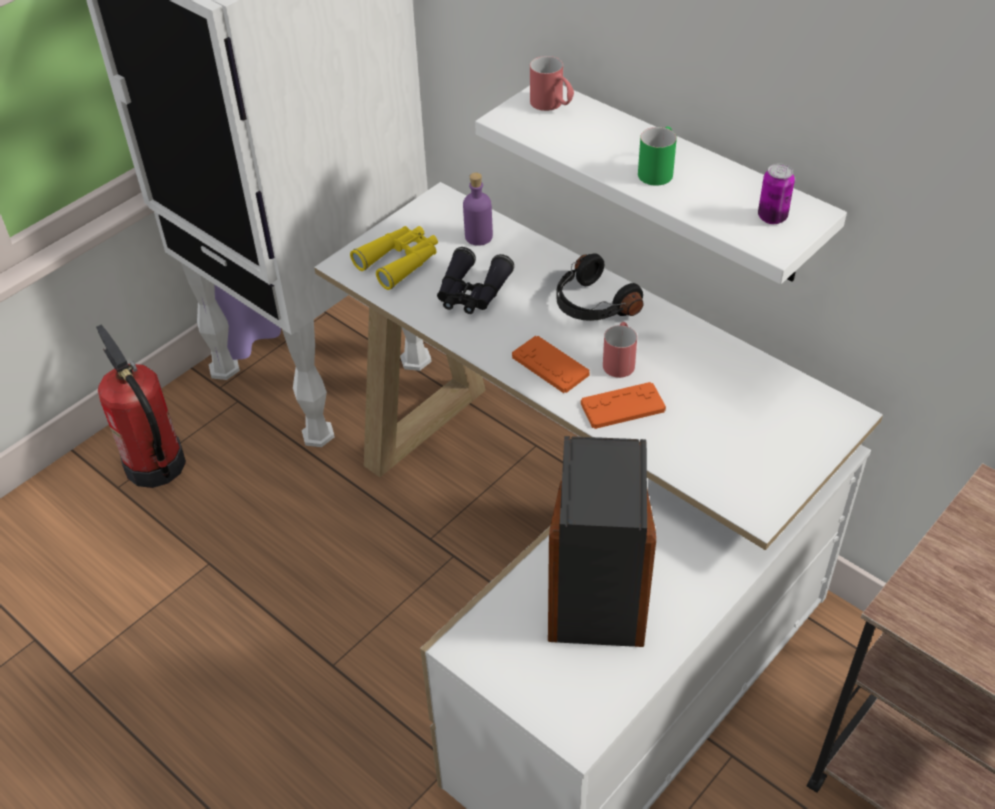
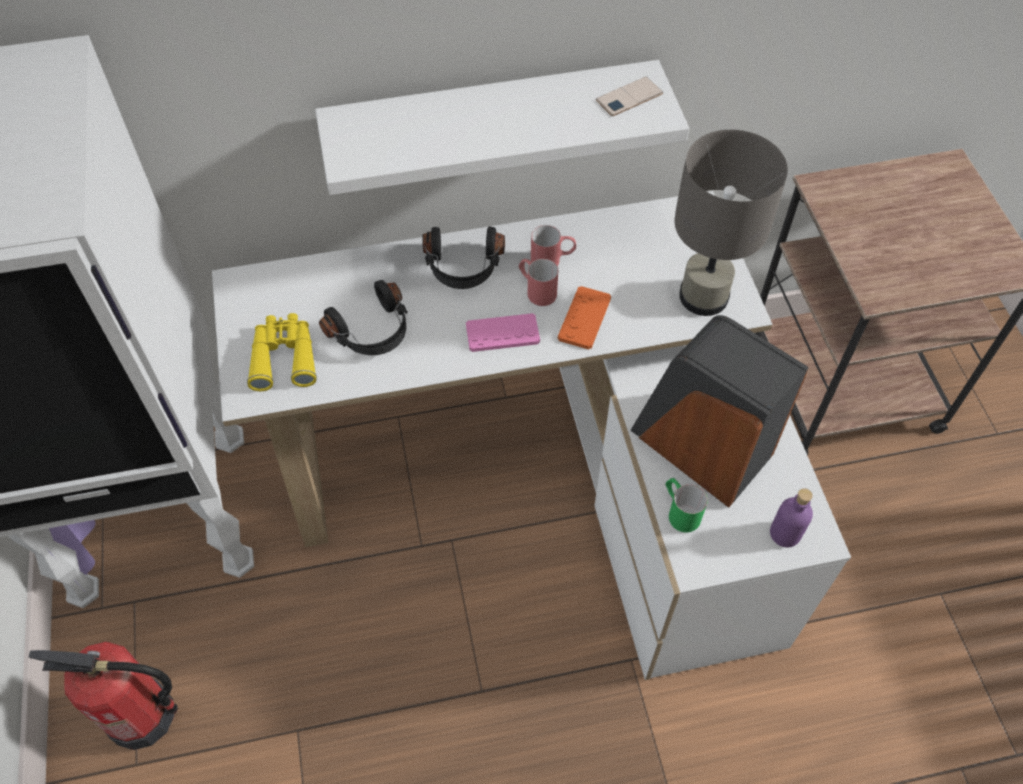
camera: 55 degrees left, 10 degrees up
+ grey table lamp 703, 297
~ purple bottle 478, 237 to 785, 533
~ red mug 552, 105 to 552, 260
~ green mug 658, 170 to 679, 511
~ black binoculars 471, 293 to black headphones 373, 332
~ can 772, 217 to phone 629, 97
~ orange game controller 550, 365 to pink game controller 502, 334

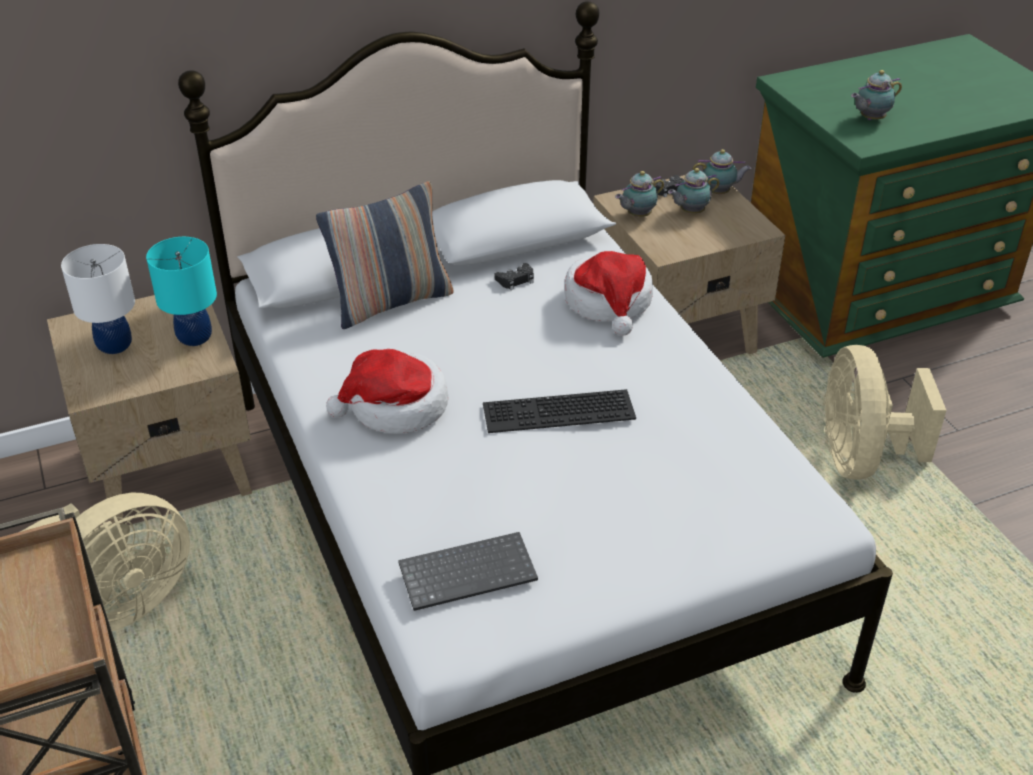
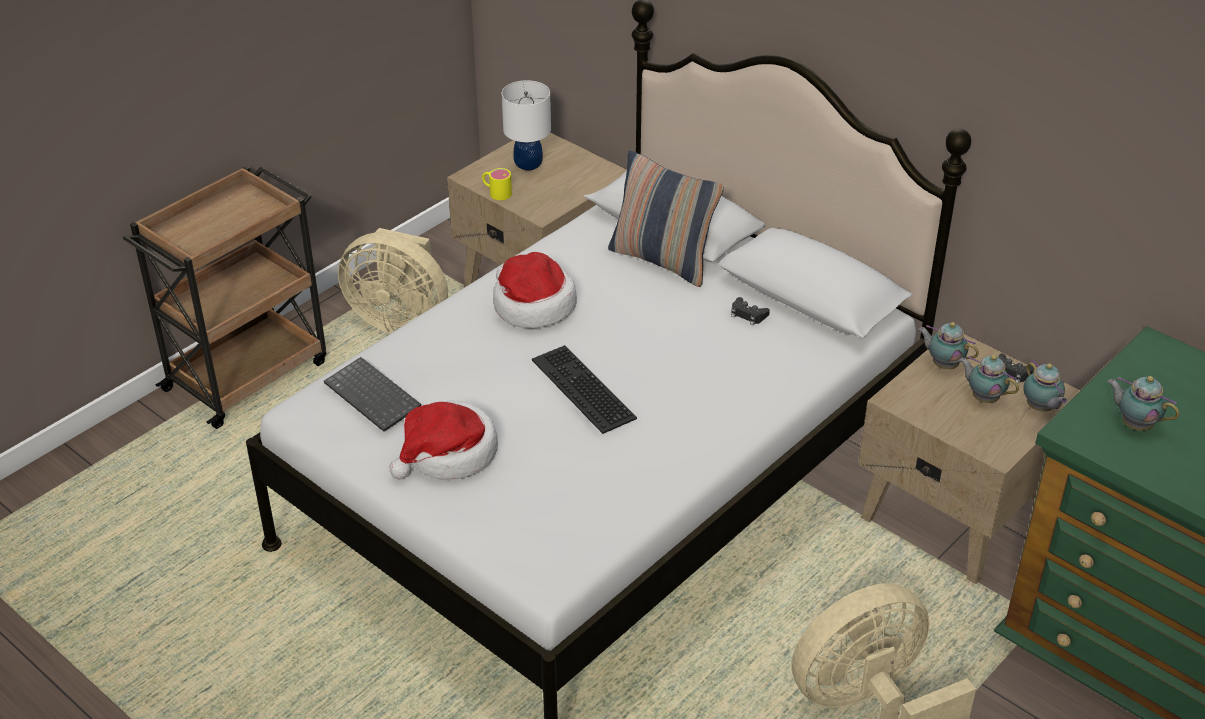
camera: 65 degrees right, 0 degrees up
- turquoise table lamp 194, 339
+ yellow mug 496, 192
~ hat 609, 302 to 448, 454

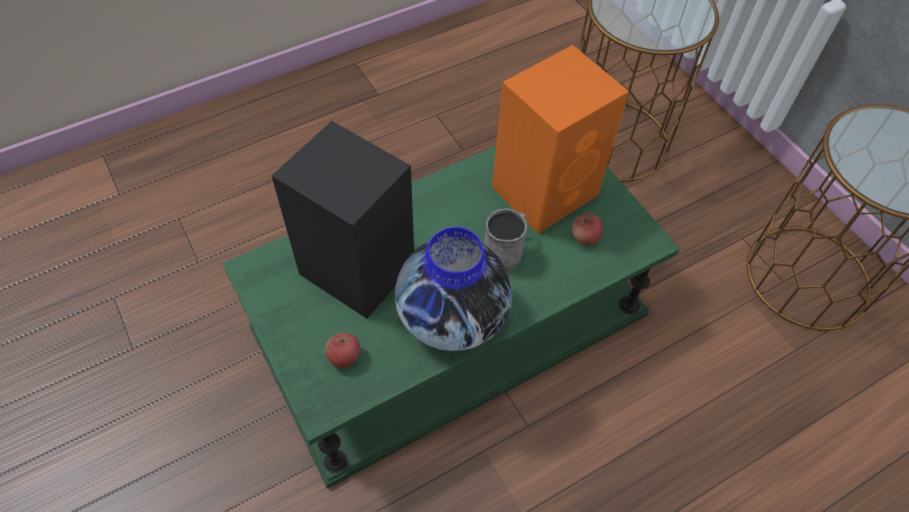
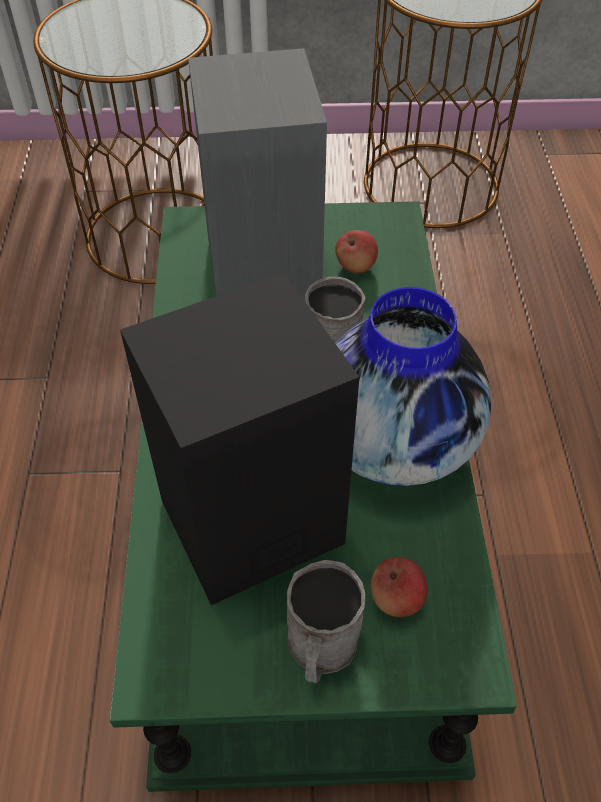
camera: 60 degrees left, 5 degrees down
+ grey mug 321, 649
~ orange speaker 546, 190 to grey speaker 262, 268

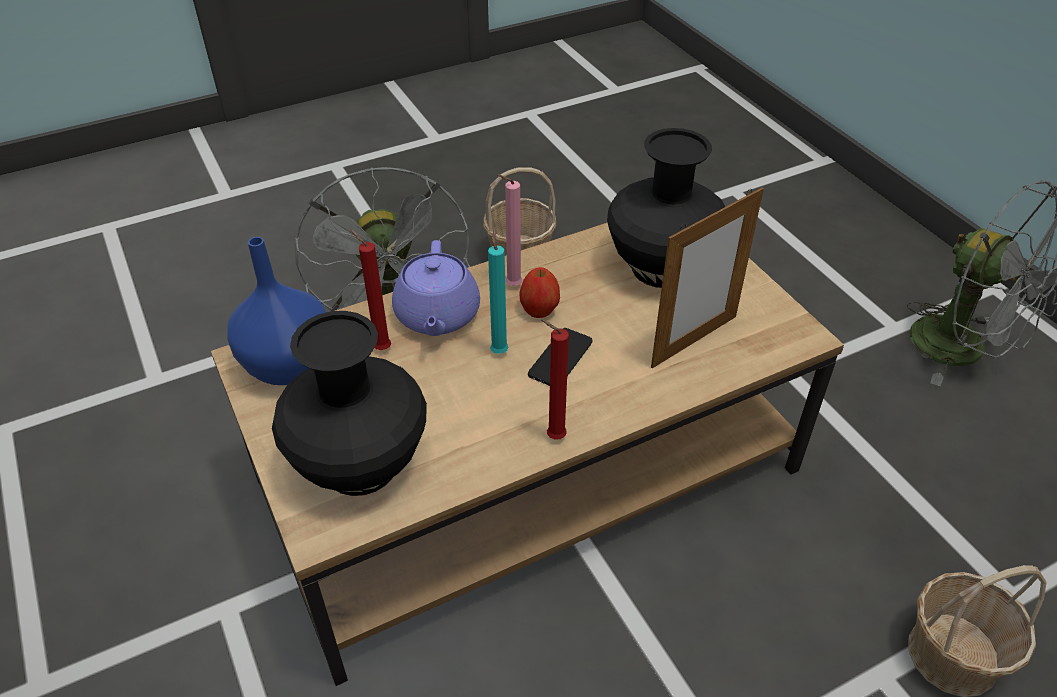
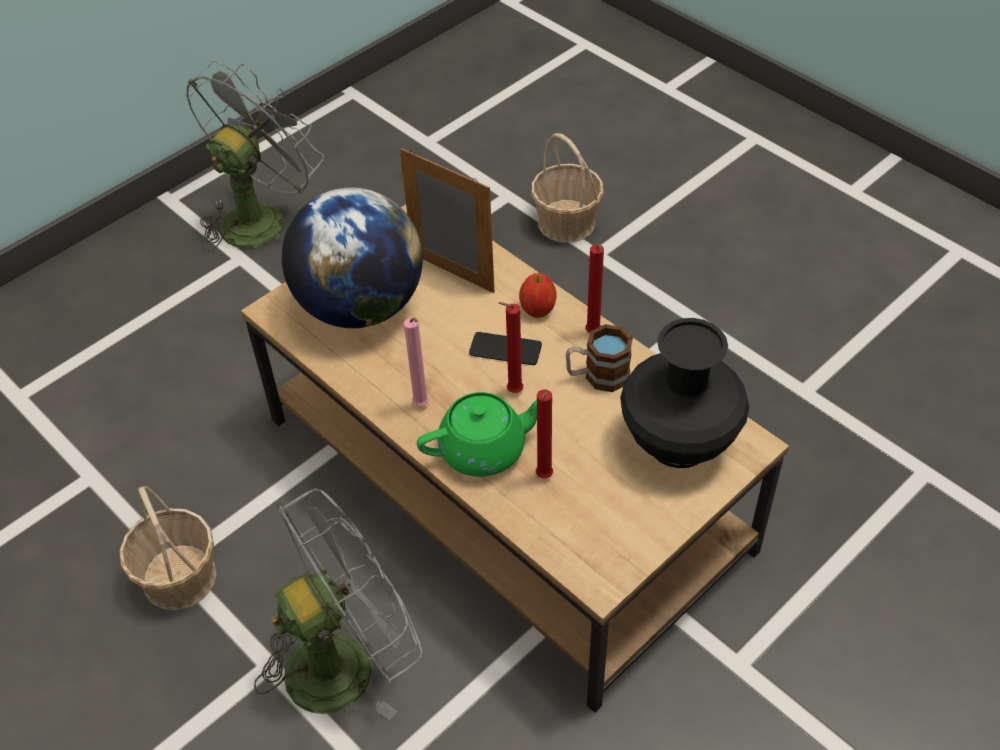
camera: 105 degrees left, 5 degrees up
- blue vase 286, 366
+ mug 597, 376
~ apple 539, 310 to 538, 309
~ black vase 662, 267 to globe 360, 307
~ purple teapot 437, 316 to green teapot 484, 449
~ turquoise candle 499, 350 to red candle 512, 391

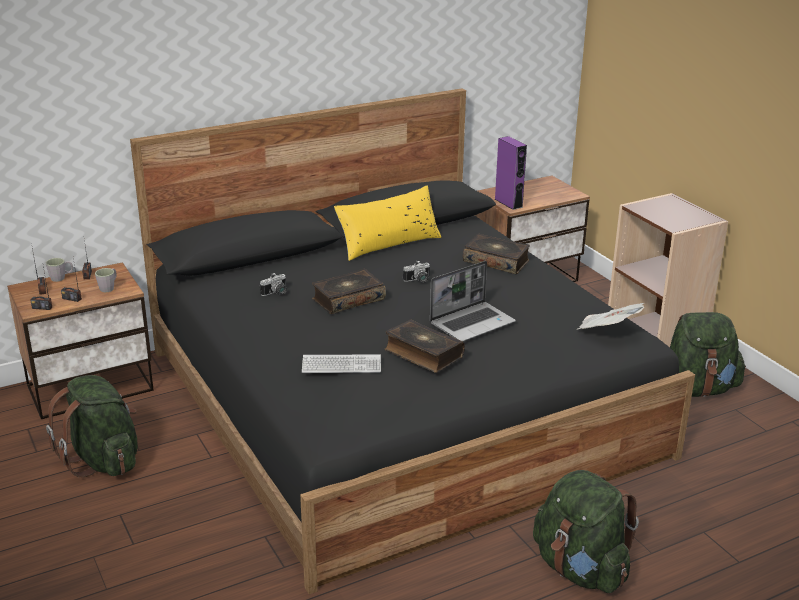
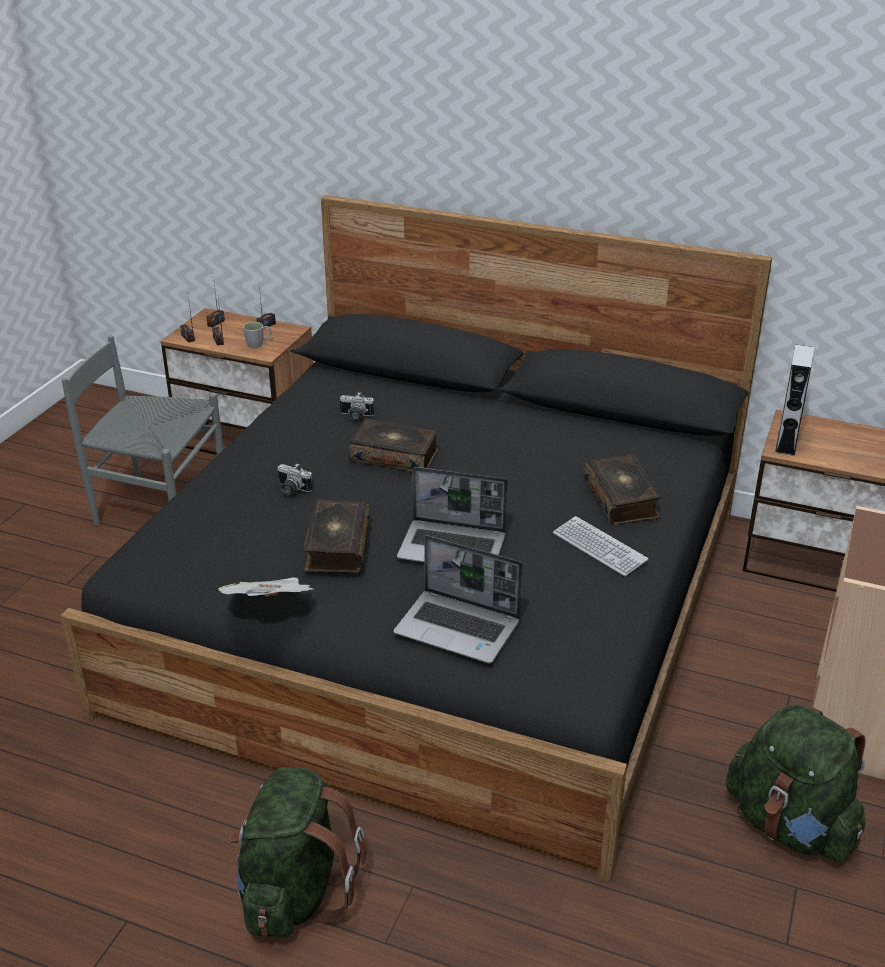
camera: 50 degrees right, 5 degrees up
- grey mug 61, 278
- yellow pillow 389, 244
+ laptop 459, 628
~ keyboard 341, 365 to 599, 547
~ photo camera 418, 280 to 291, 490
~ newspaper 607, 331 to 271, 606
~ green backpack 103, 460 to grey chair 158, 505
~ purple speaker 508, 203 to grey speaker 786, 442

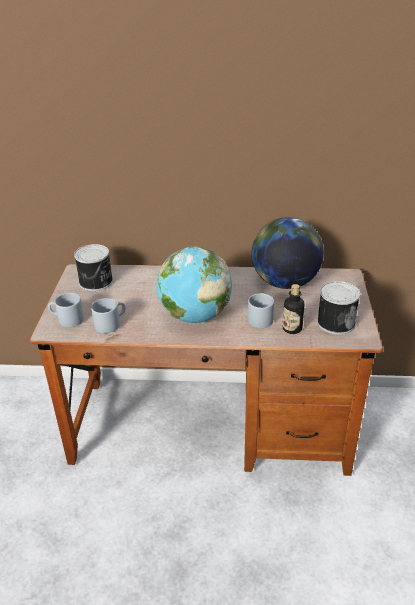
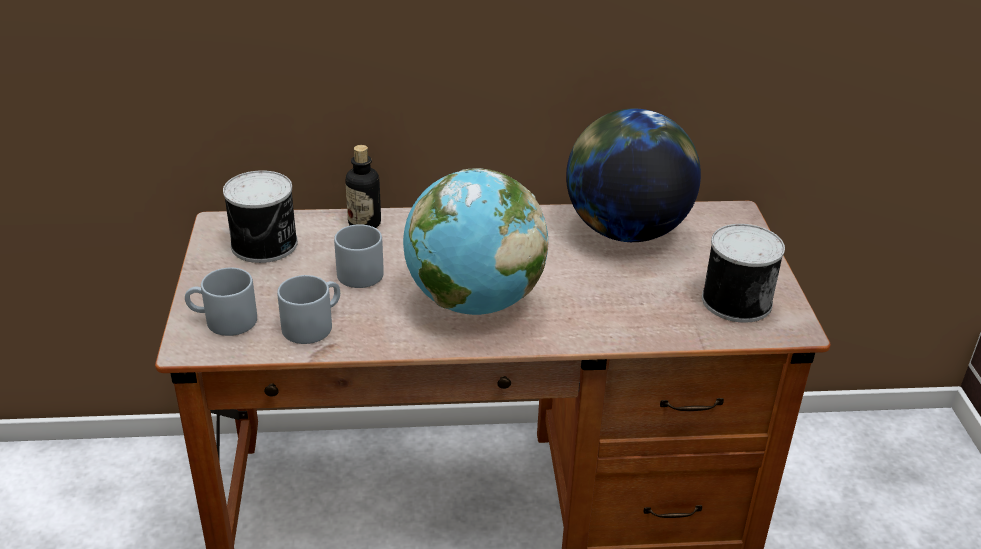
camera: 10 degrees left, 0 degrees up
~ grey mug 259, 318 to 359, 269
~ bottle 292, 328 to 364, 223

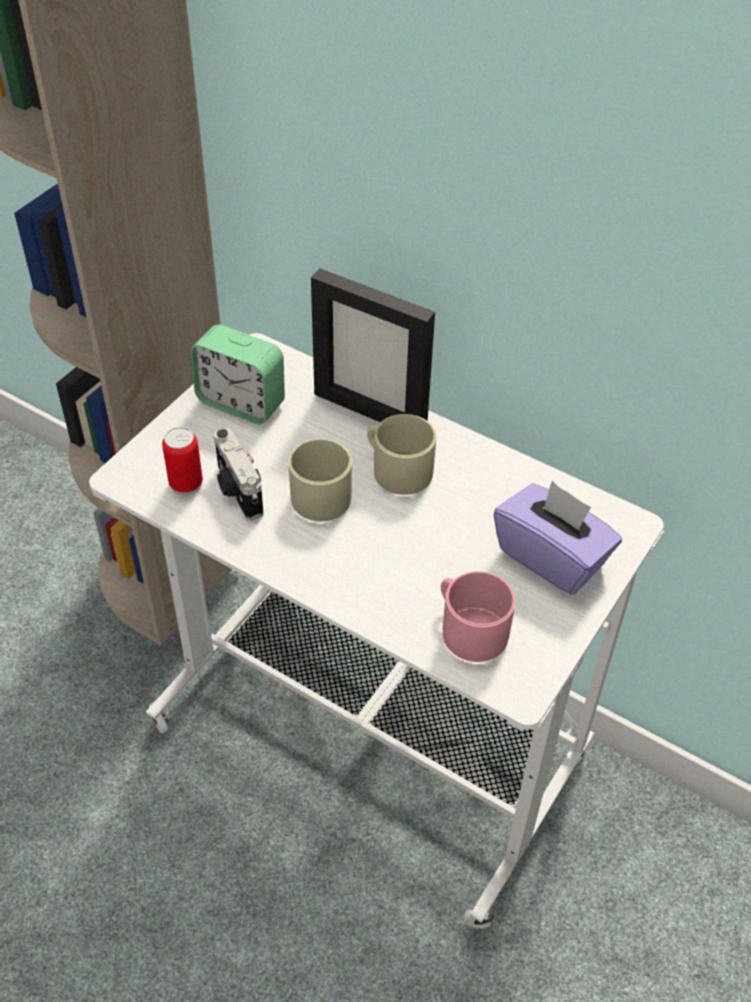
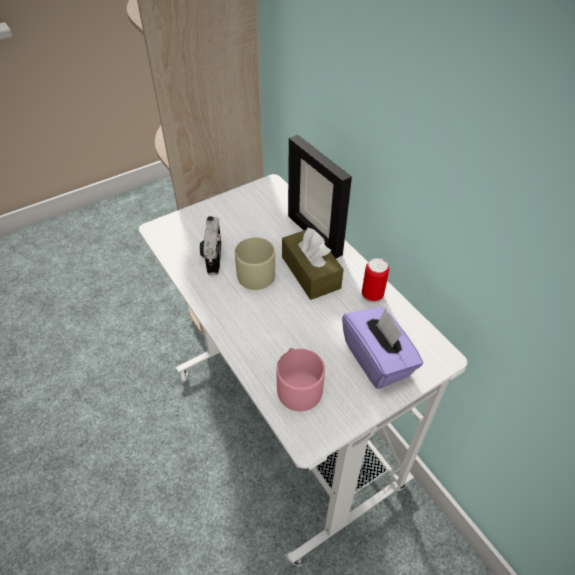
camera: 25 degrees right, 0 degrees up
- alarm clock 241, 403
~ can 186, 483 to 372, 295
~ beige mug 397, 469 to brown tissue box 310, 272

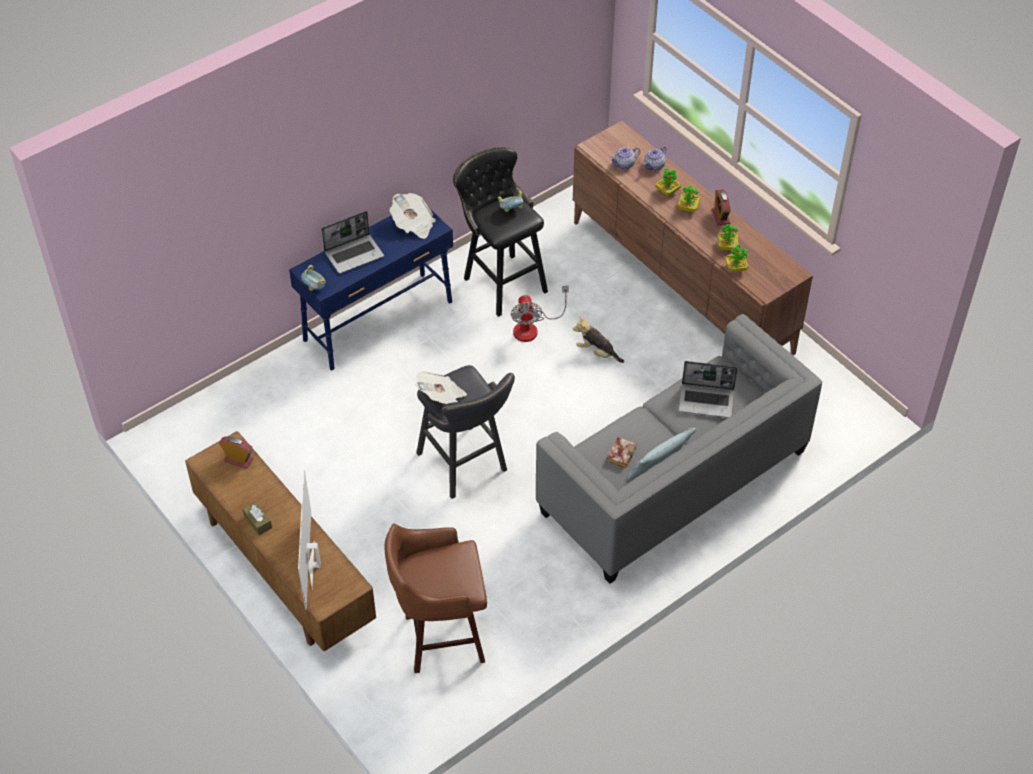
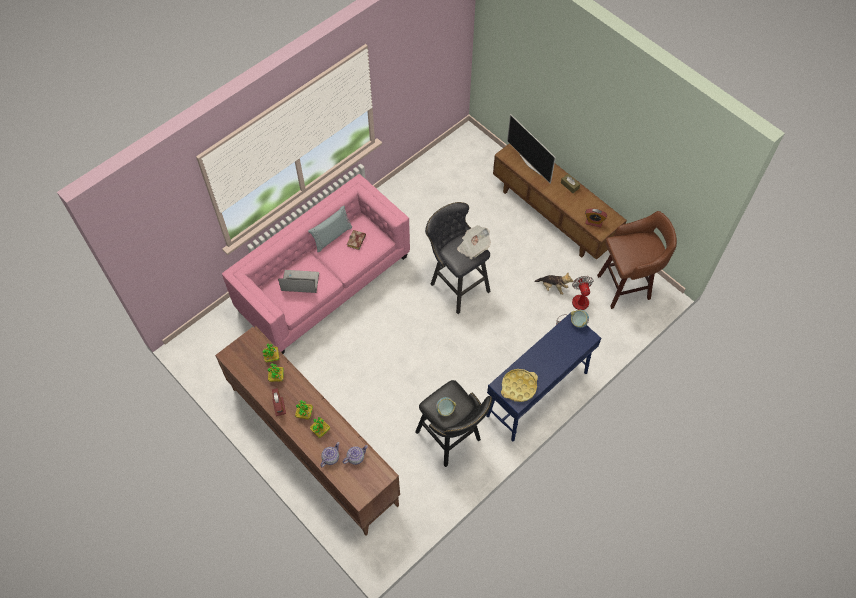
camera: 175 degrees right, 10 degrees up
- laptop 354, 254
~ brown stool 440, 639 to 626, 287
~ fan 532, 327 to 576, 307
~ plush toy 597, 352 to 553, 287
~ newspaper 413, 224 to yellow tray 518, 387
~ grey sofa 673, 482 to pink sofa 324, 284
~ television 314, 565 = 530, 164 150 degrees clockwise

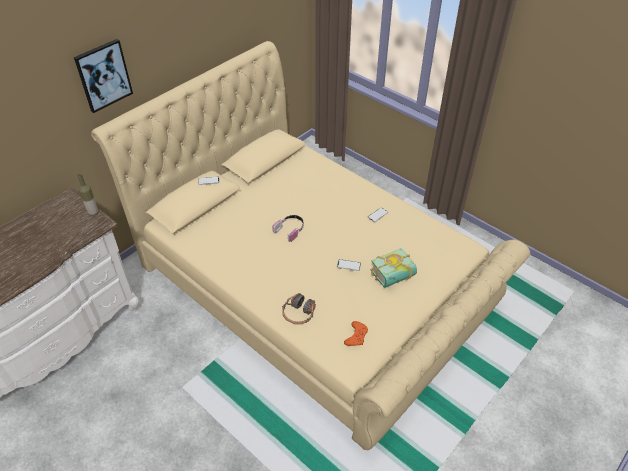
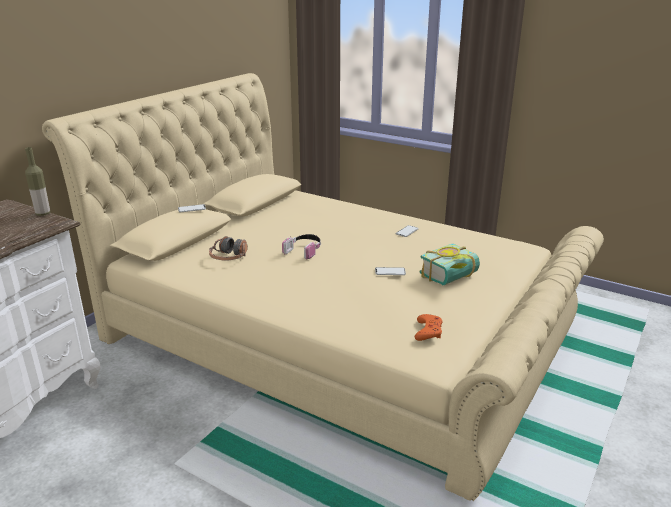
camera: 10 degrees left, 20 degrees down
- picture 103, 75
~ headphones 299, 314 to 229, 257

